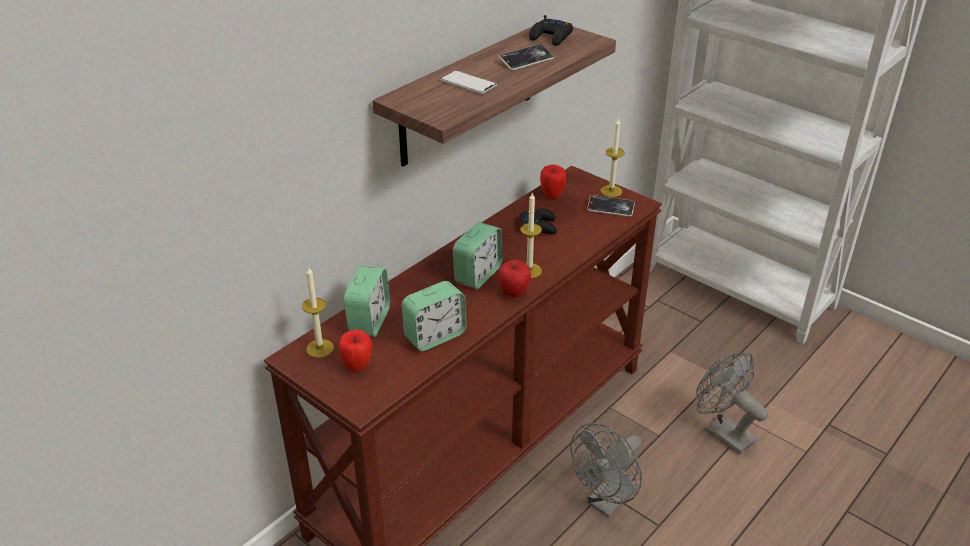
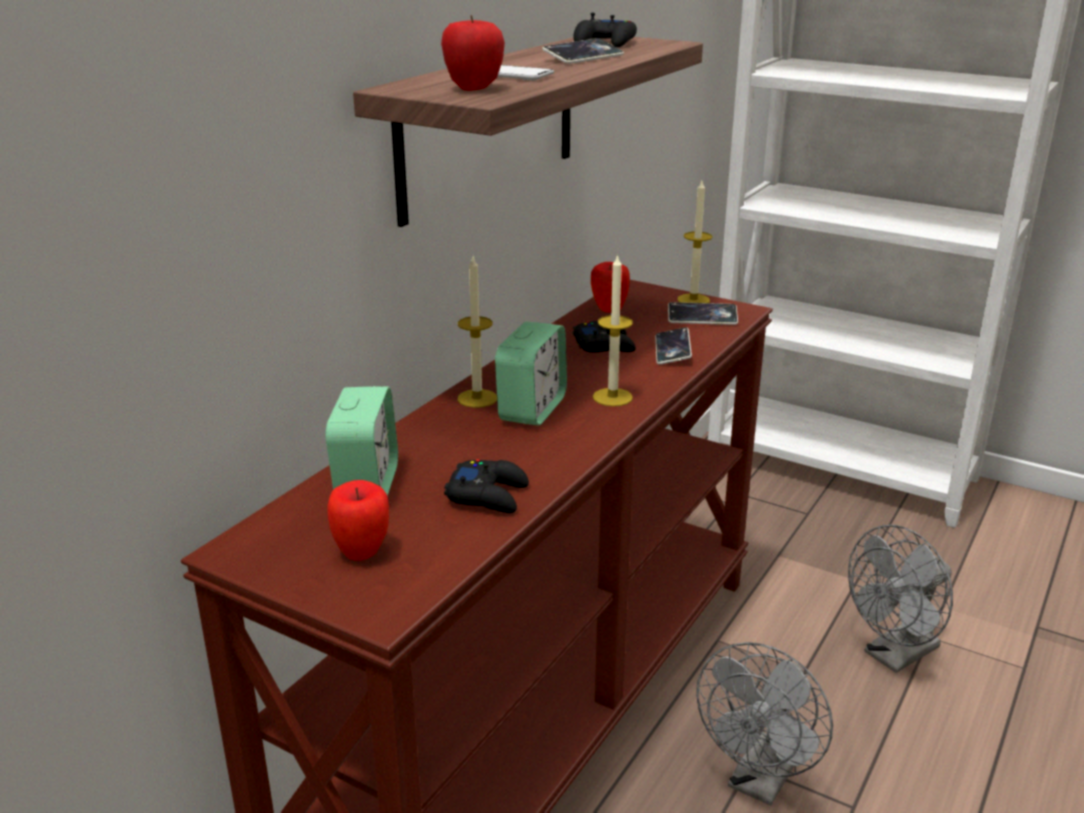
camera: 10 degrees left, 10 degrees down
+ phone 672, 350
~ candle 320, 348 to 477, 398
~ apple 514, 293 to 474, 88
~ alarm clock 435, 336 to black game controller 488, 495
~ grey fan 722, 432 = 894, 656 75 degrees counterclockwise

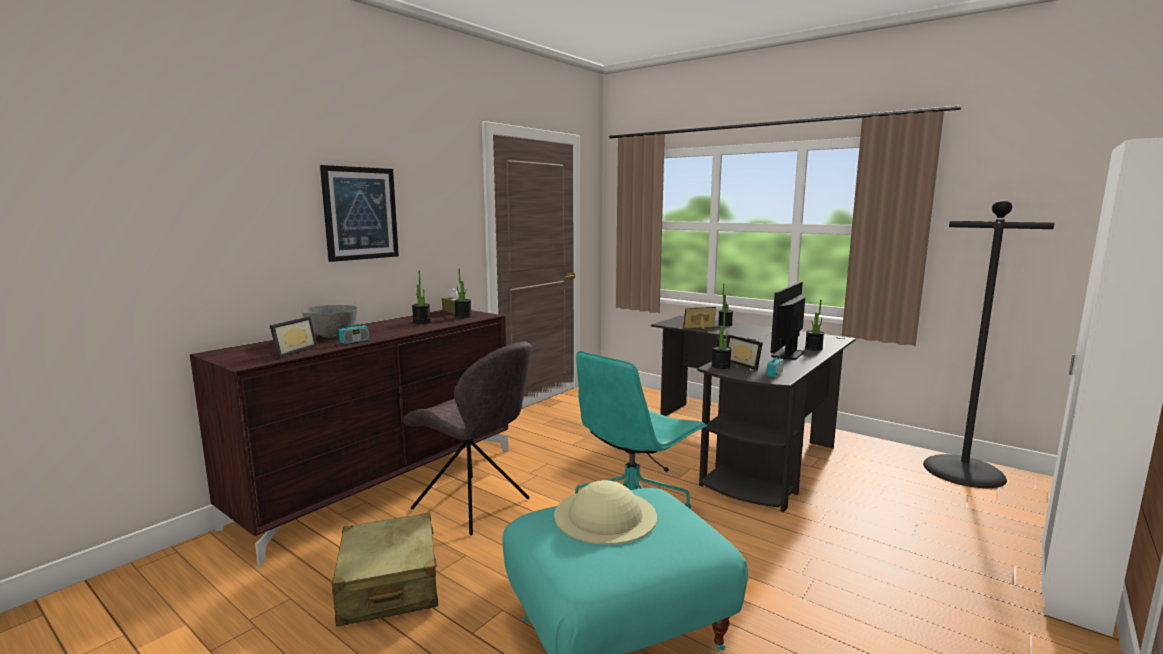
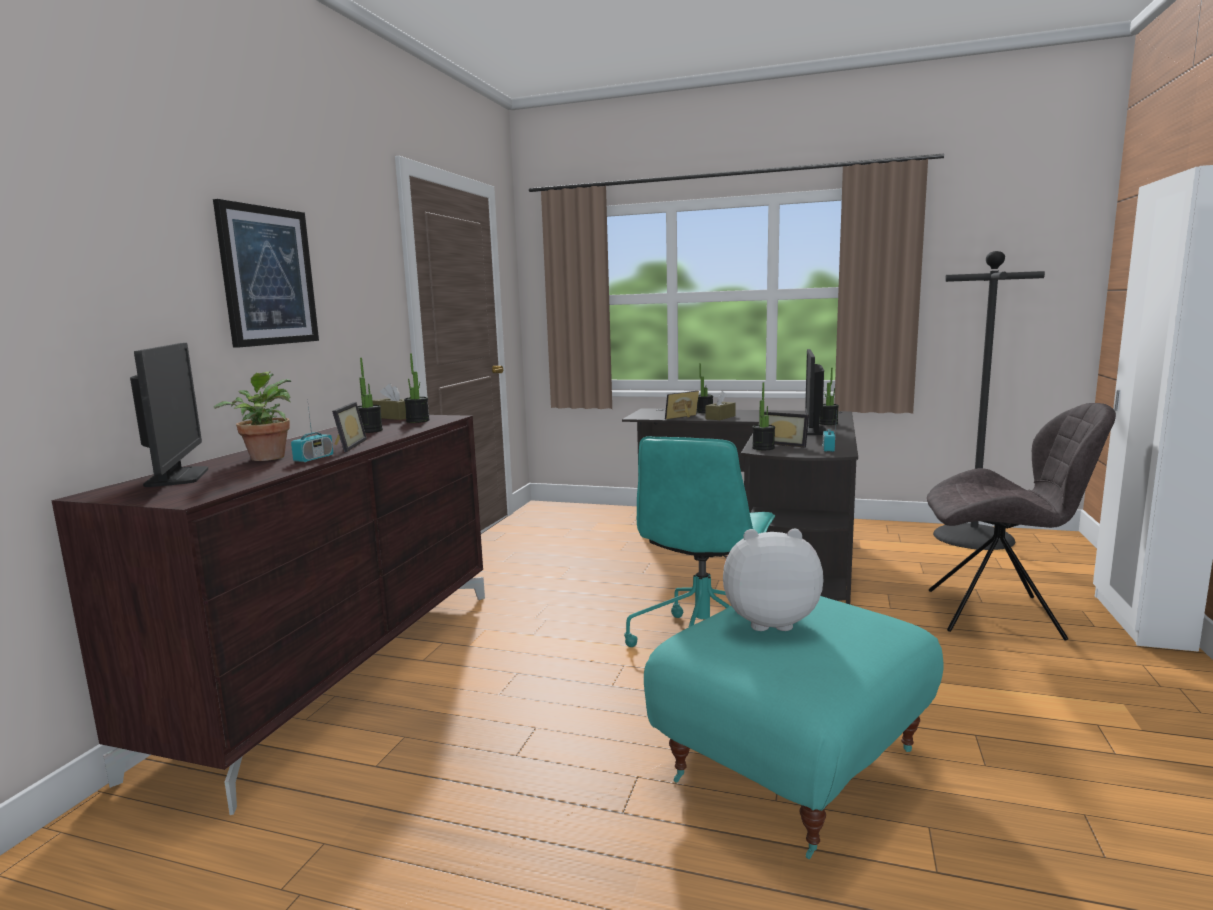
camera: 20 degrees left, 0 degrees up
- beige suitcase 389, 585
+ monitor 177, 477
+ brown tissue box 720, 417
~ picture frame 292, 351 to 345, 446
~ grey chair 474, 505 to 999, 614
~ grey bowl 333, 336 to potted plant 267, 457
~ beige hat 605, 515 to plush toy 769, 621

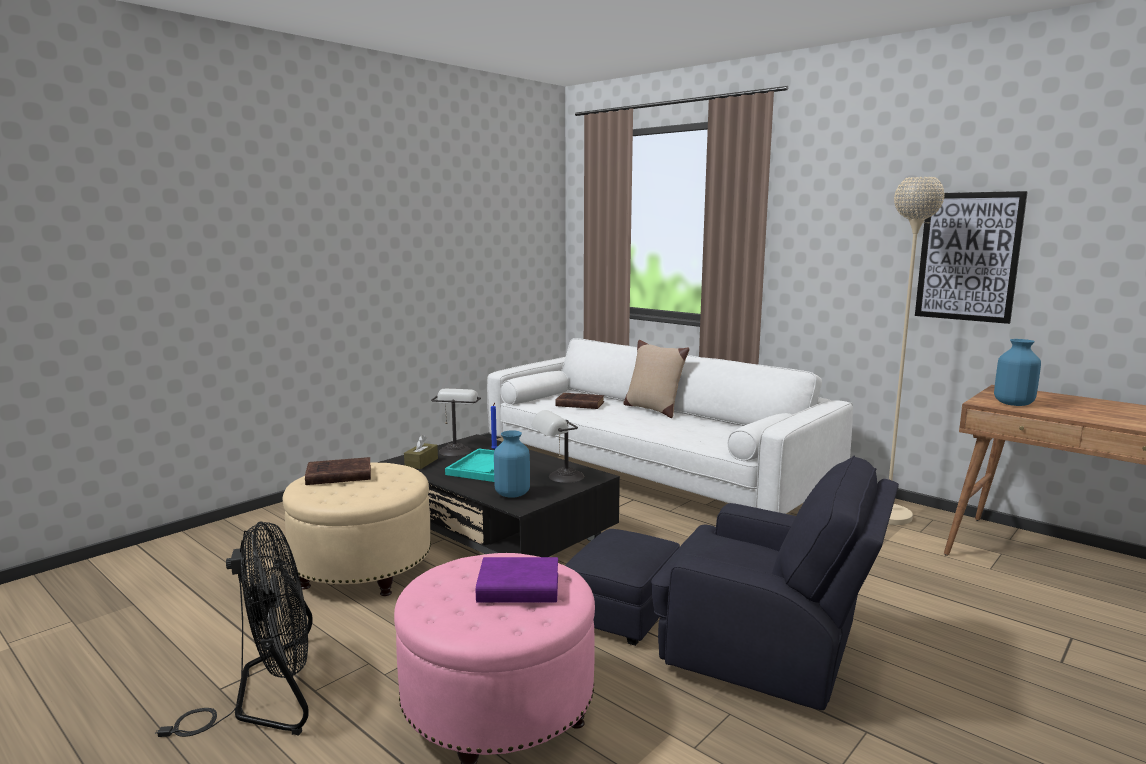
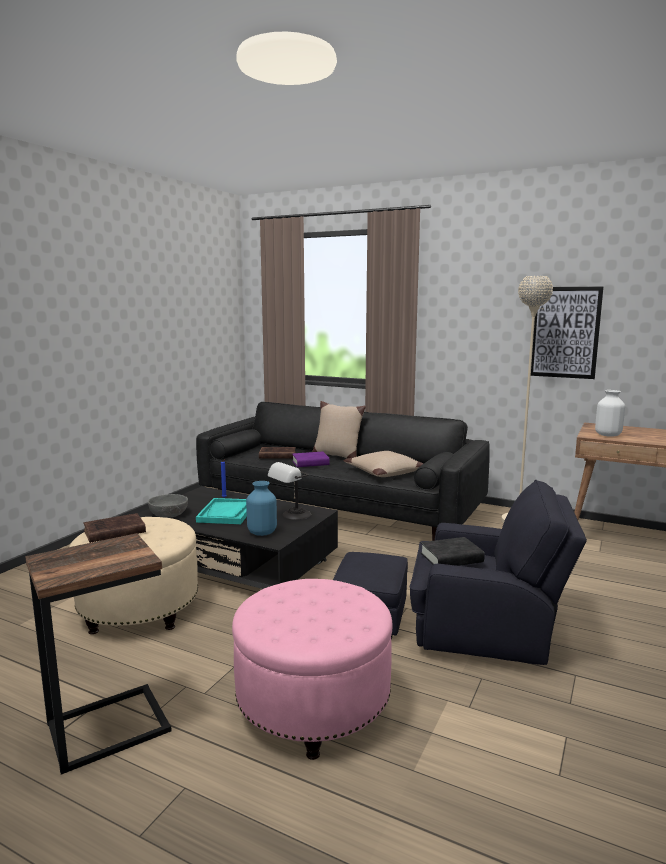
camera: 15 degrees left, 0 degrees up
- table lamp 456, 449
+ beige pillow 384, 472
+ black book 451, 558
~ purple book 518, 588 to 310, 463
~ black fan 266, 693 to side table 107, 726
~ brown tissue box 421, 463 to grey bowl 168, 514
~ white sofa 653, 474 to black sofa 339, 507
~ blue vase 1013, 403 to white vase 607, 435

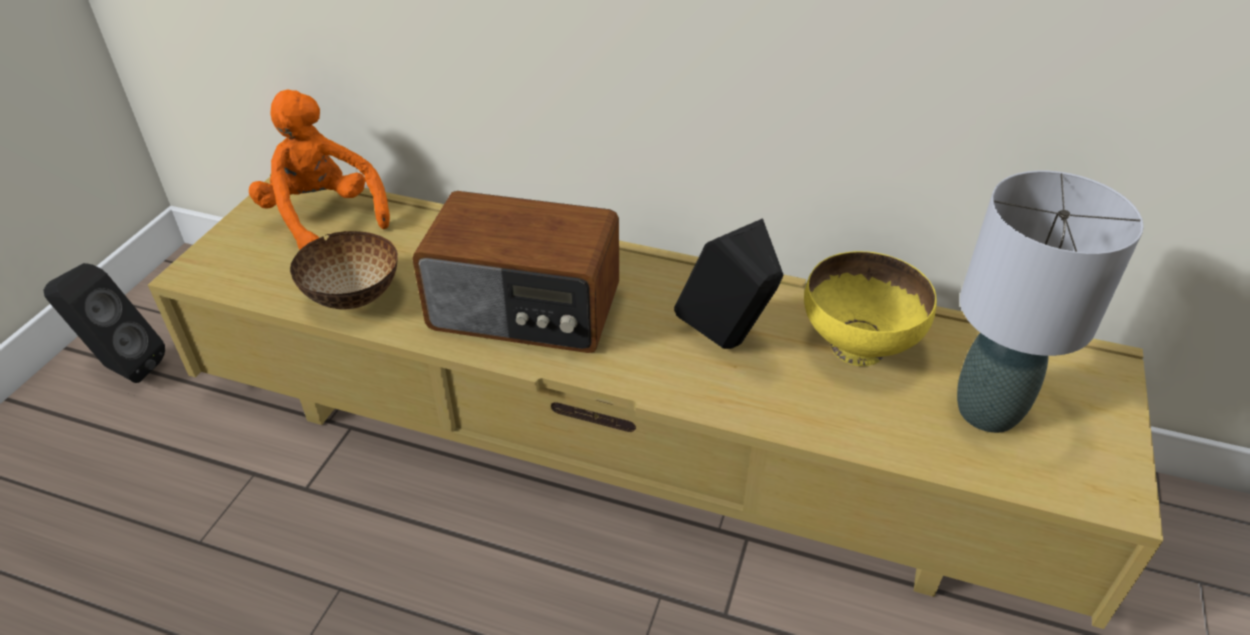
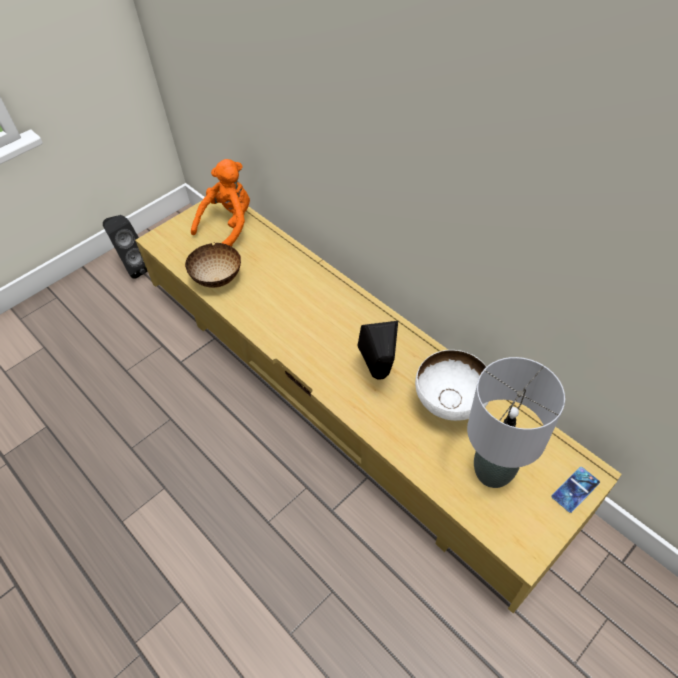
camera: 30 degrees right, 10 degrees up
- radio 525, 310
+ phone 575, 489
~ yellow bowl 859, 347 to white bowl 450, 405
~ orange plush toy 323, 217 = 229, 225 45 degrees clockwise

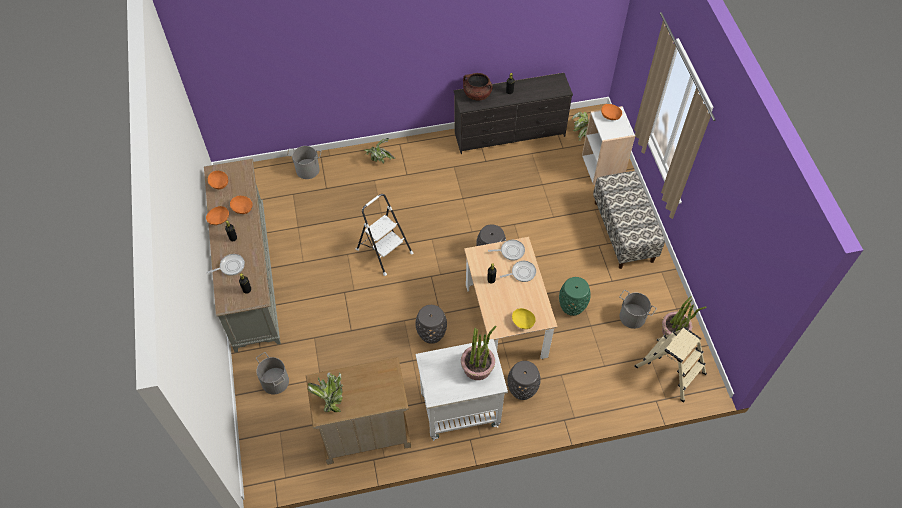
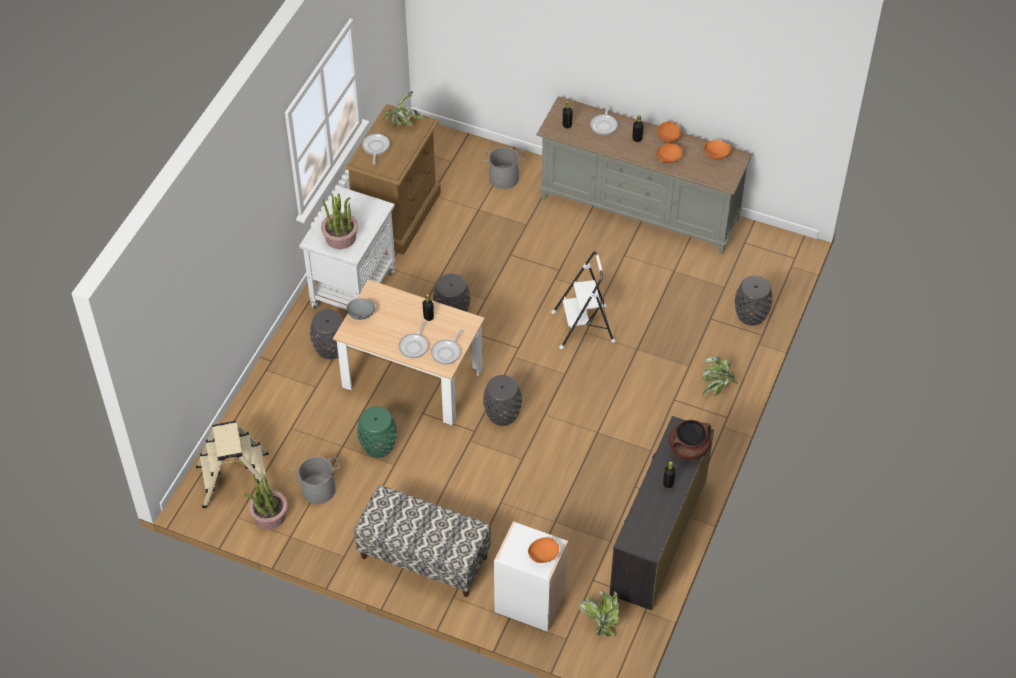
camera: 125 degrees right, 5 degrees down
+ frying pan 375, 147
~ grey bucket 307, 170 to grey stool 750, 314
~ yellow bowl 522, 322 to grey bowl 361, 314

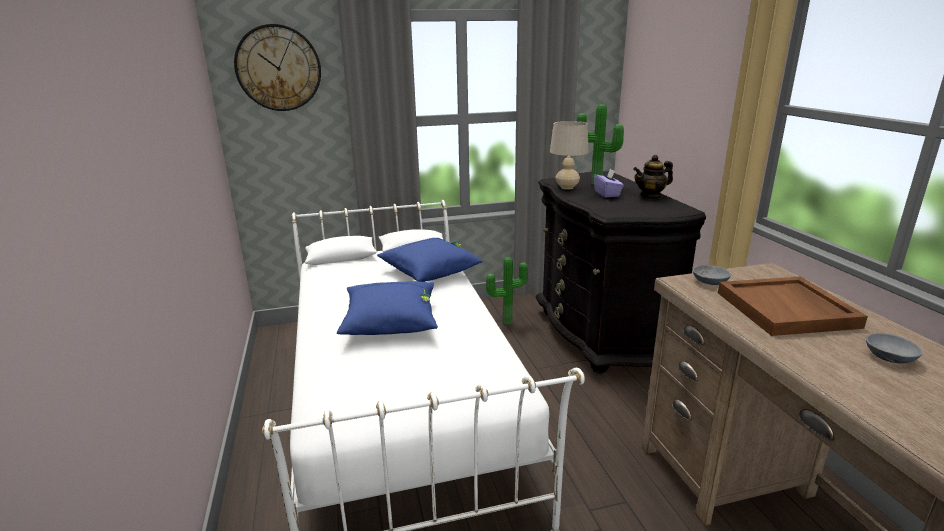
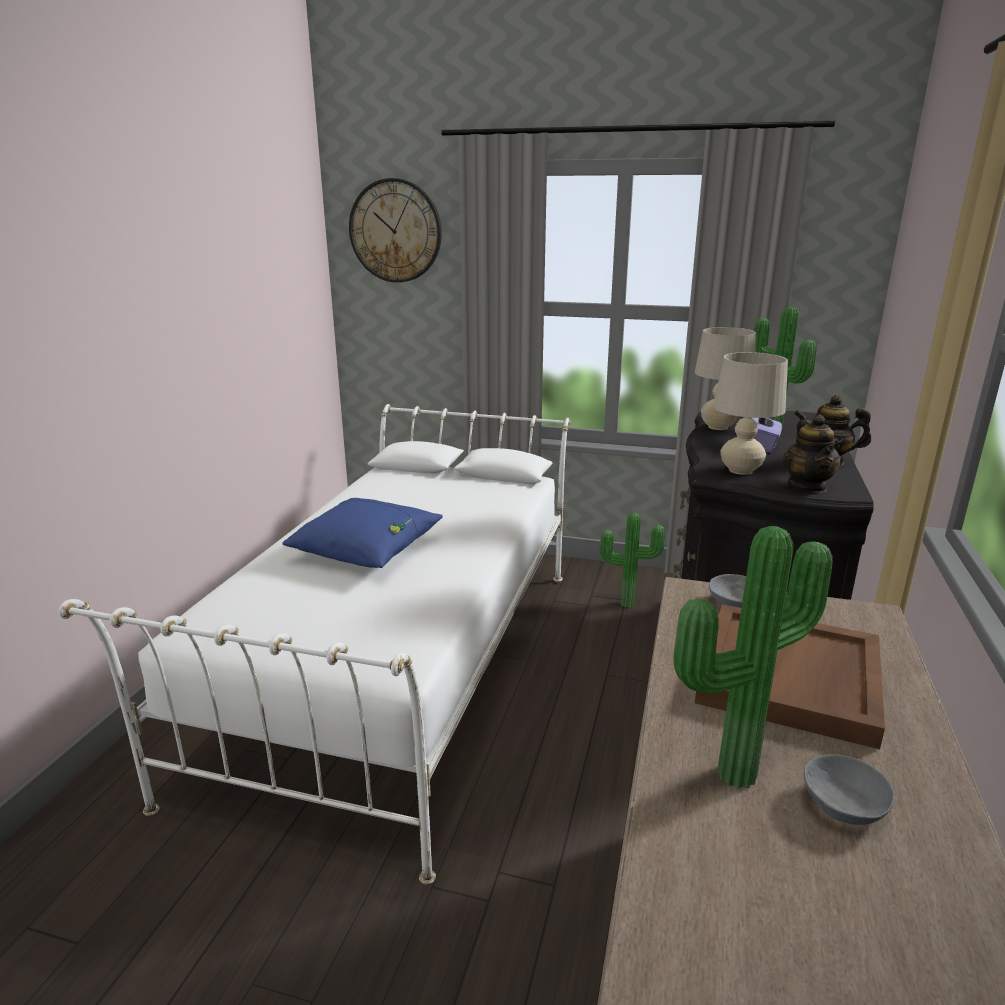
camera: 30 degrees right, 0 degrees up
- blue pillow 430, 272
+ potted plant 730, 770
+ beige table lamp 740, 470
+ teapot 807, 486

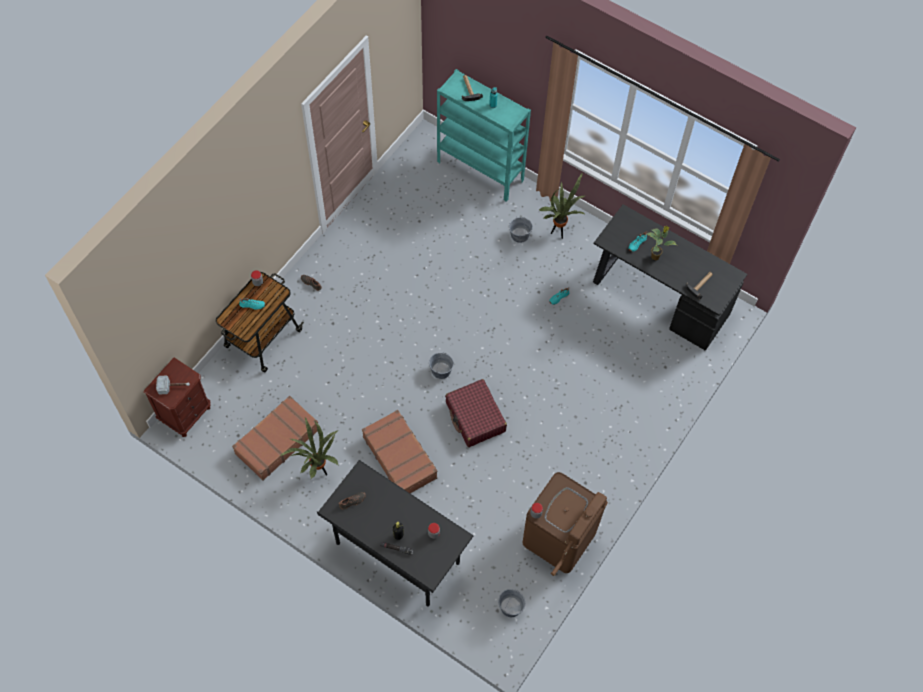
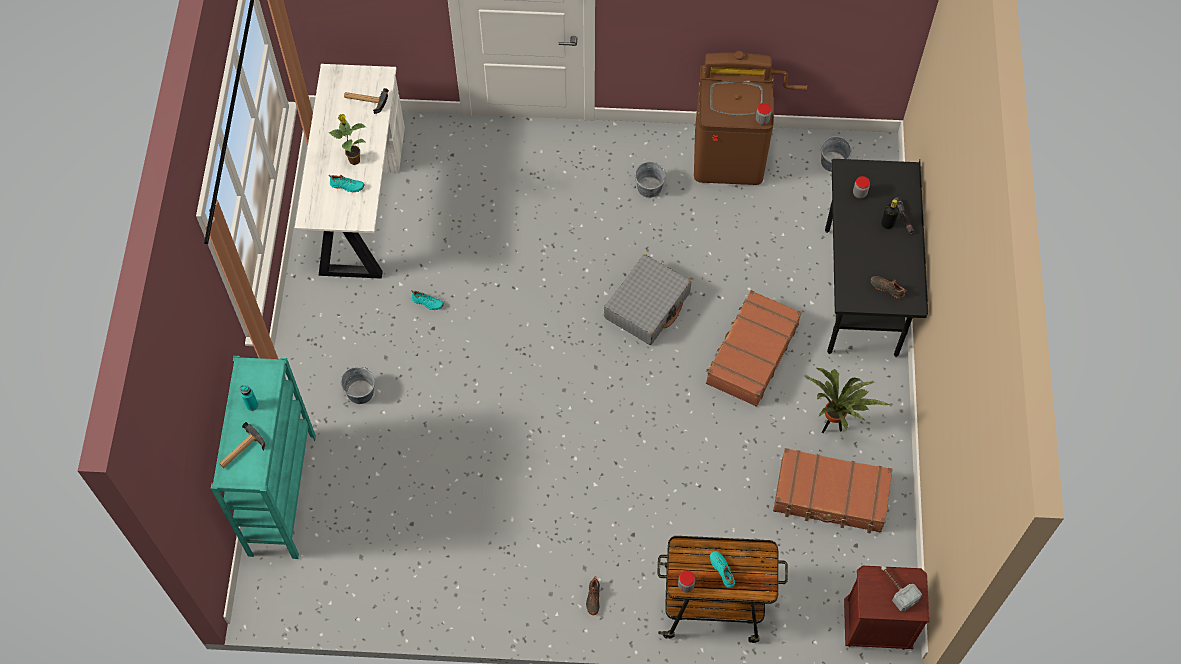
camera: 120 degrees left, 0 degrees up
- potted plant 559, 232
~ grey bucket 441, 371 to 649, 187
~ red suitcase 475, 417 to grey suitcase 647, 306
~ black desk 658, 297 to white desk 359, 202

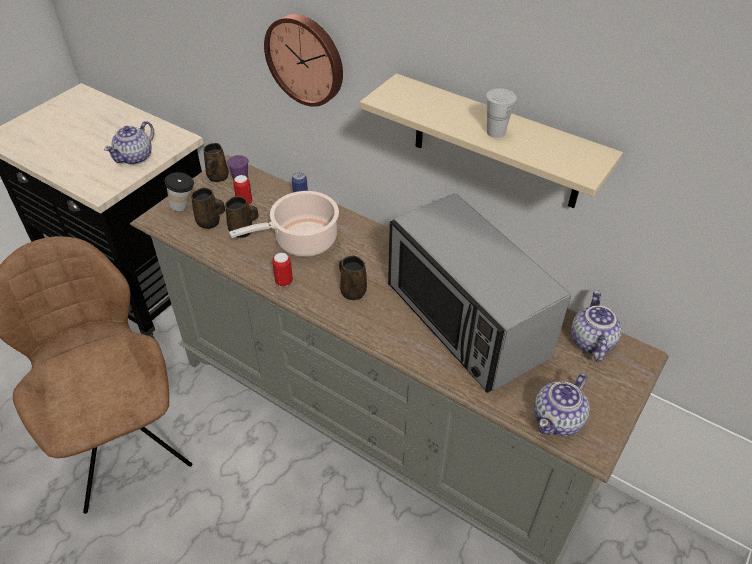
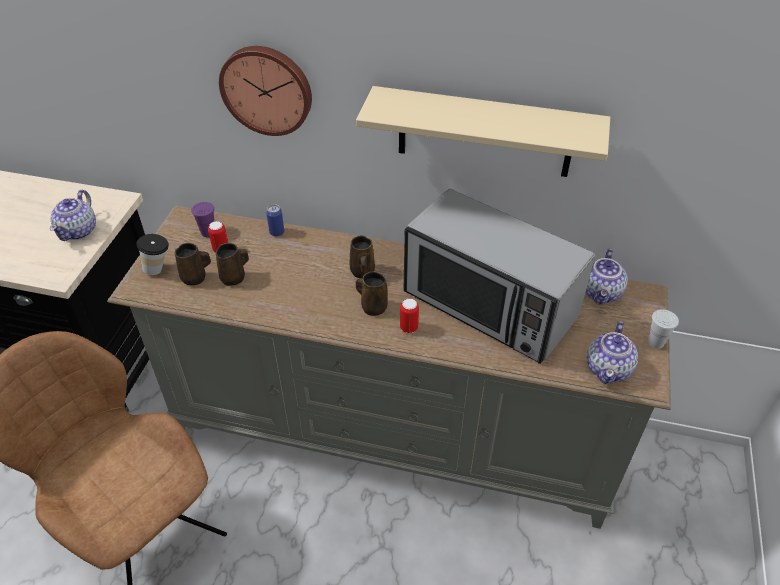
camera: 20 degrees left, 0 degrees up
- cooking pot 302, 241
~ brown mug 217, 177 to 362, 272
~ can 284, 281 to 409, 328
~ white cup 495, 132 to 655, 342
~ teapot 590, 341 = 601, 293 150 degrees counterclockwise

